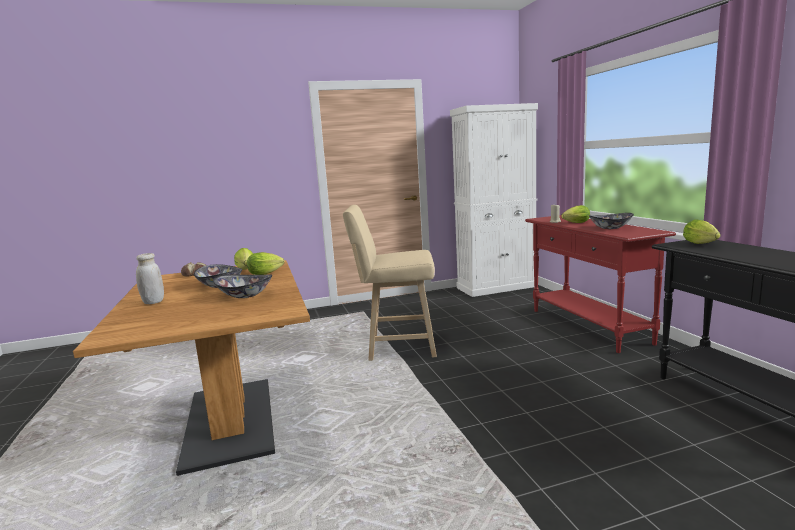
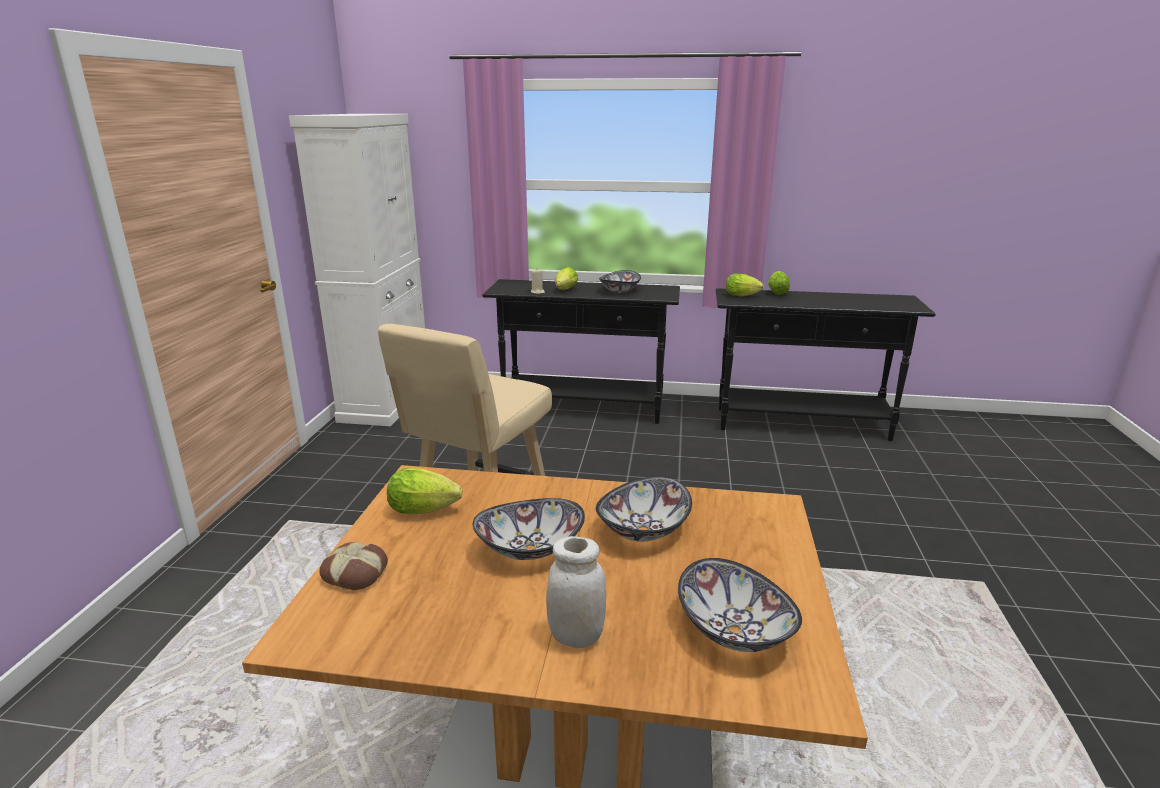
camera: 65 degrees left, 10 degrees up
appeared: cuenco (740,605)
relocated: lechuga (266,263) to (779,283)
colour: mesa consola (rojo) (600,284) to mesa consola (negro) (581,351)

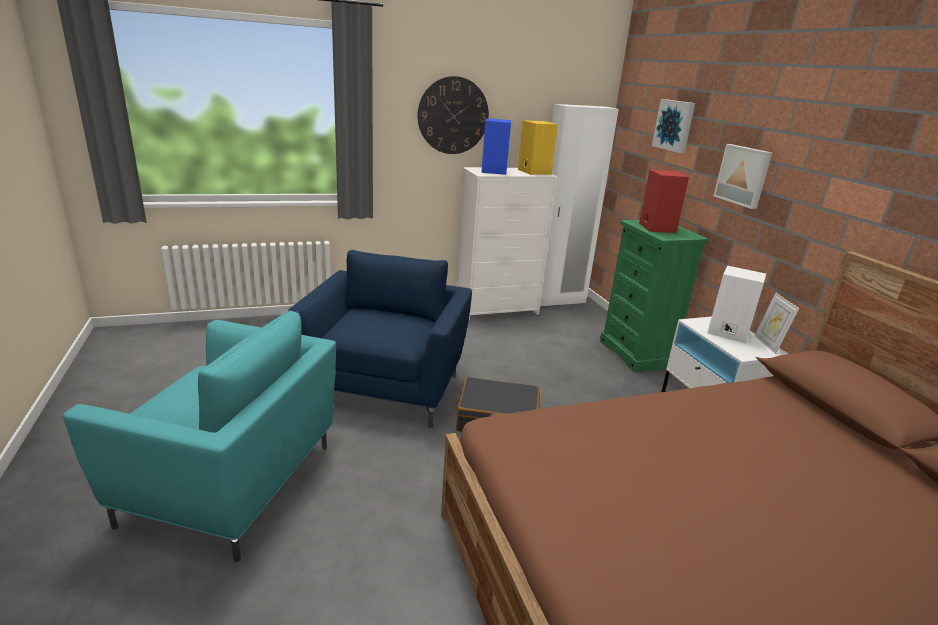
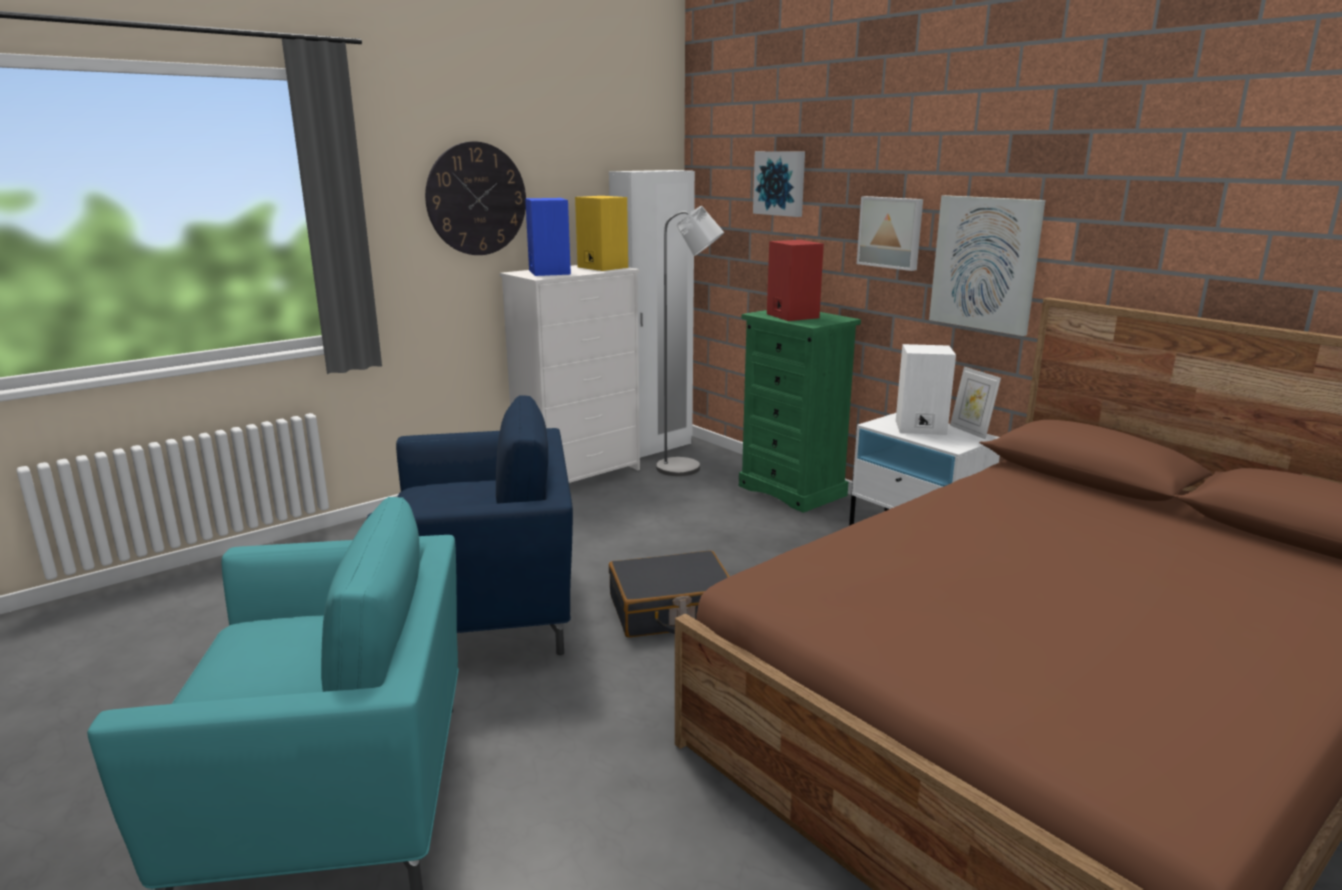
camera: 20 degrees left, 5 degrees down
appeared: lámpara de pie (gris) (690,341); cuadro (987,265)
spun: sillón (azul) (380,339) = (470,525) 90 degrees clockwise

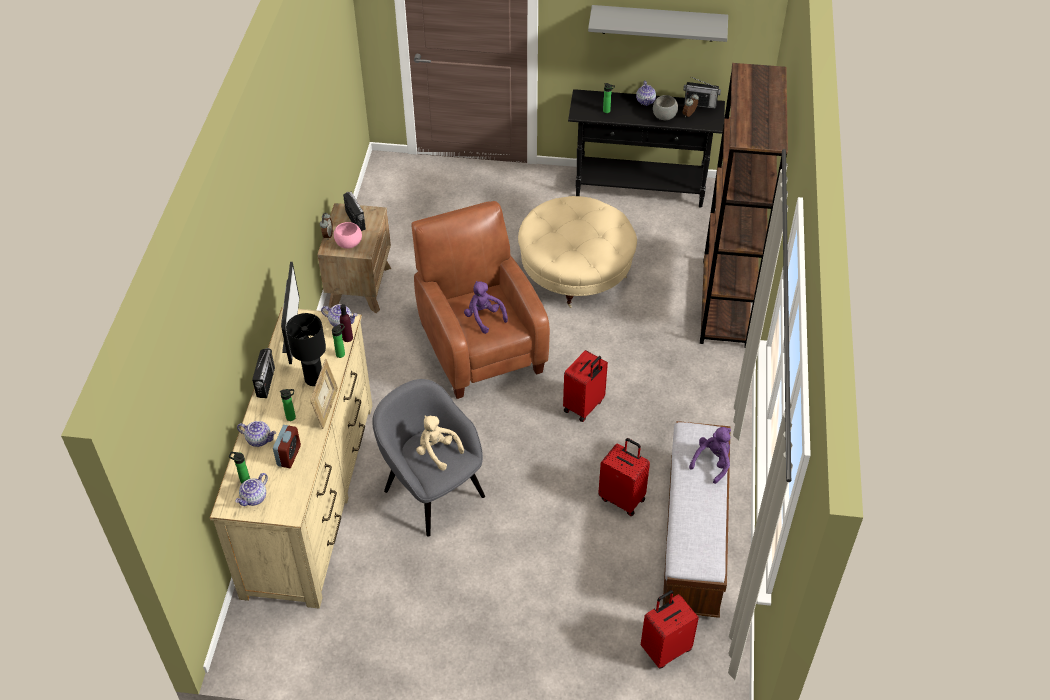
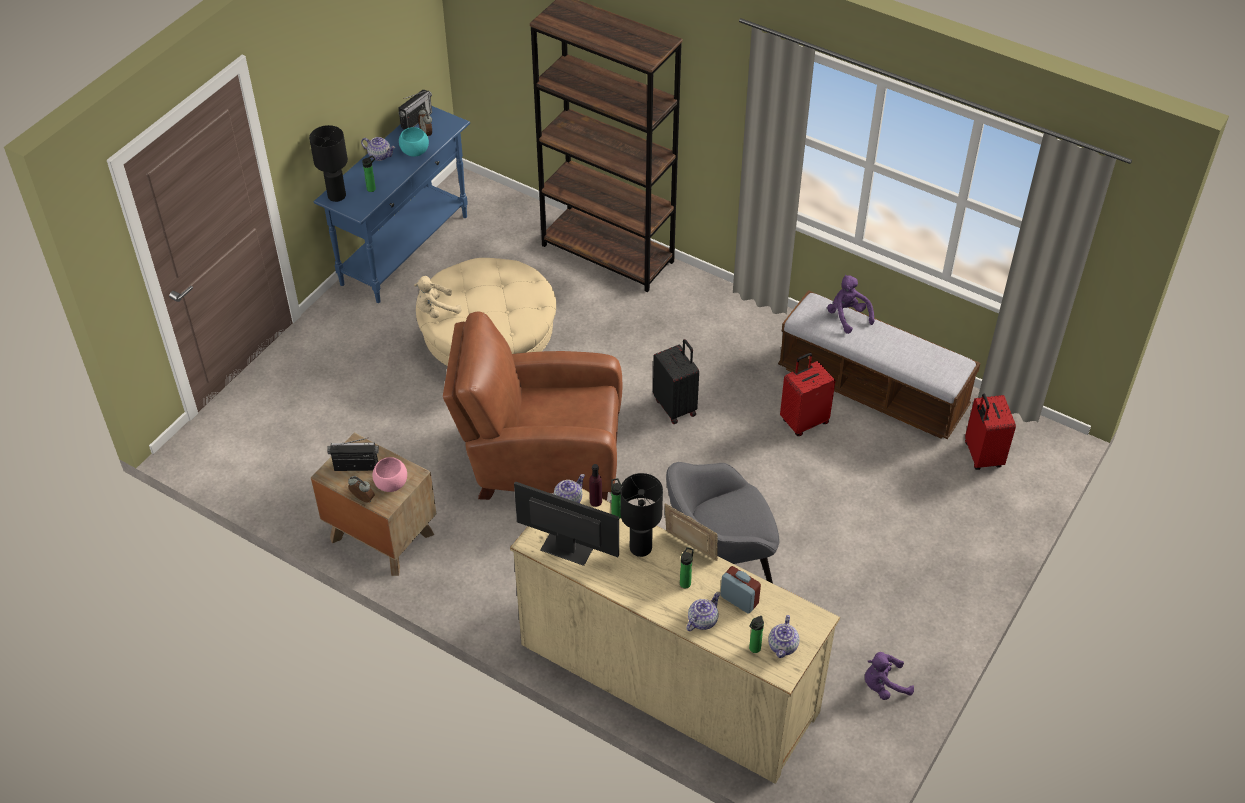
camera: 65 degrees left, 0 degrees up
missing: radio (263,373); estante (gris) (658,23)
appeared: lámpara de mesa (negro) (328,163)
relocated: peluche (beis) (440,443) to (438,297); peluche (morado) (486,307) to (889,676)
colour: maleta (rojo) (585,386) to maleta (negro) (676,381); mesa consola (negro) (646,148) to mesa consola (azul) (392,204); cuenco (gris) (665,107) to cuenco (turquesa) (414,142)
spun: tetera (251,489) = (783,636) 45 degrees clockwise

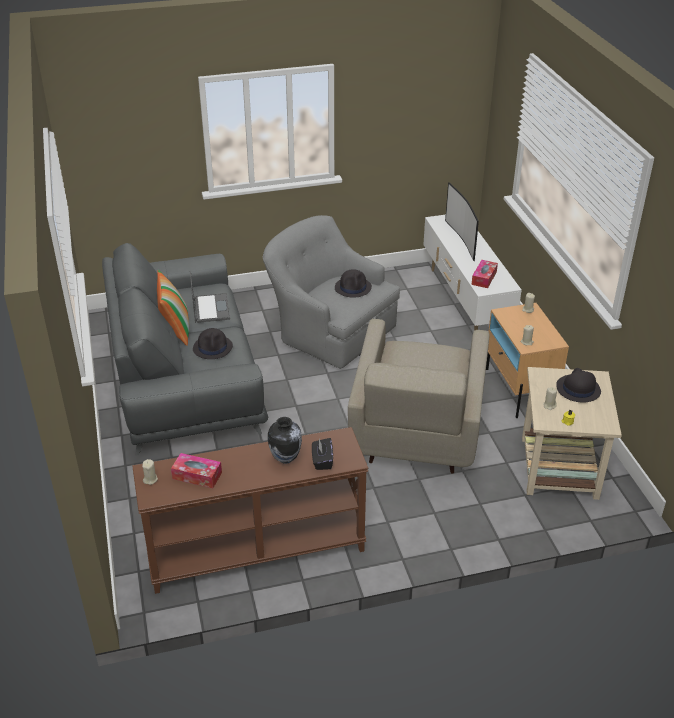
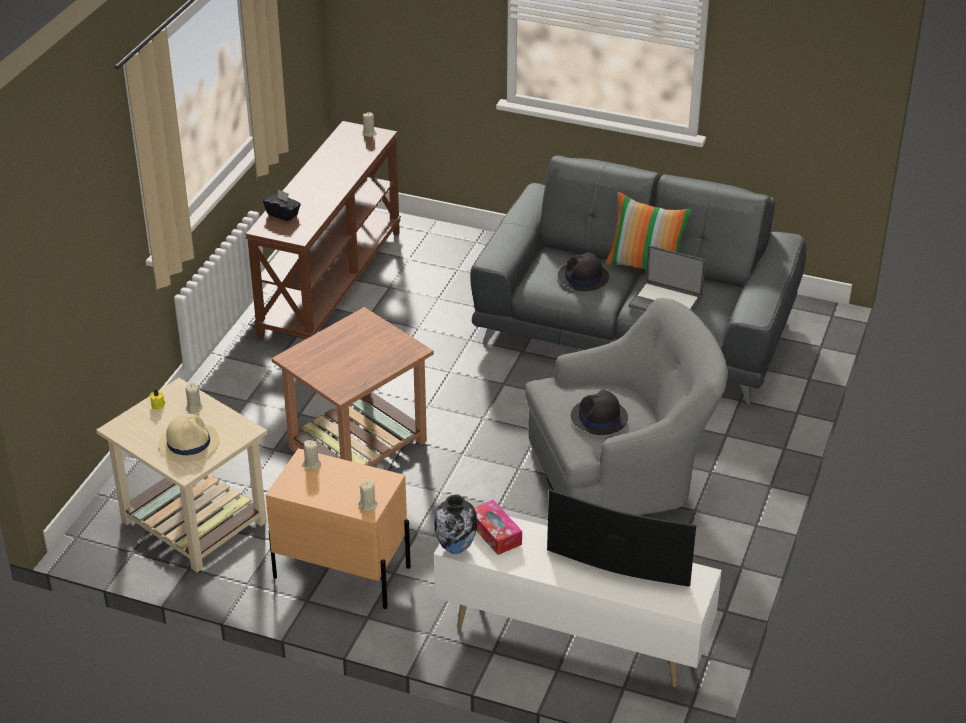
camera: 125 degrees right, 0 degrees up
missing: caja de pañuelos (196,470)
relocated: florero (285,440) to (455,524)
exchanged: sillón (beis) (419,396) to mesa auxiliar (marrón) (353,386)
colour: sombrero (negro) (578,385) to sombrero (beis) (189,438)

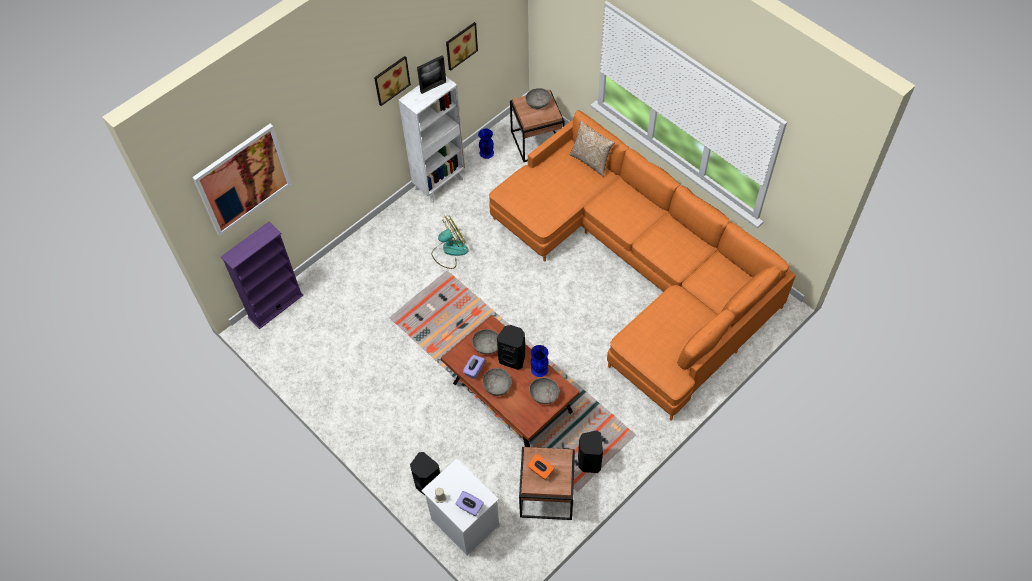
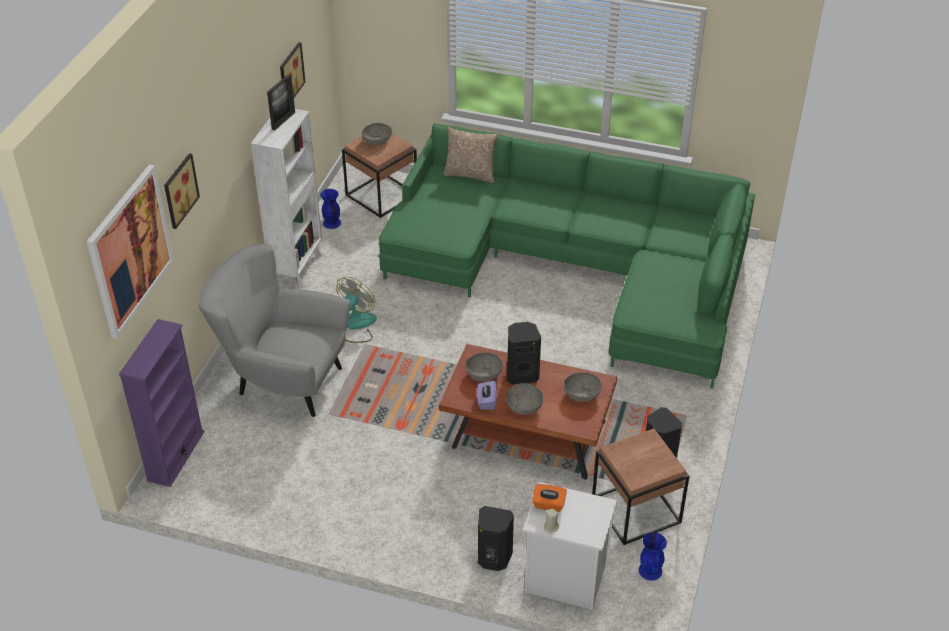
camera: 30 degrees left, 15 degrees down
missing: caja de pañuelos (morado) (470,503)
appeared: sillón (gris) (274,330)
relocated: cuadro (392,81) to (182,191); caja de pañuelos (naranja) (541,467) to (549,498); florero (azul) (540,361) to (653,556)
colour: sofá (naranja) (642,265) to sofá (verde) (567,256)

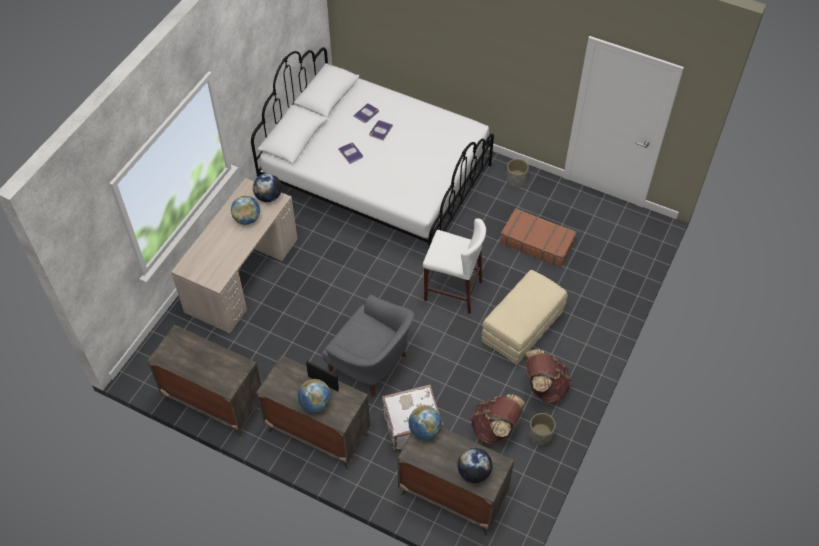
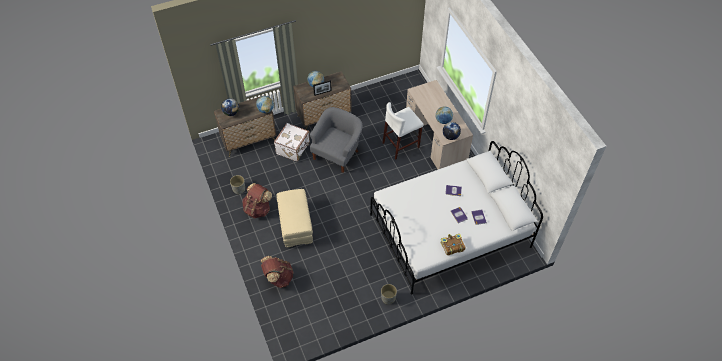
camera: 130 degrees right, 0 degrees up
missing: cómoda (204,382); maleta (marrón) (538,238)
appeared: libro (453,244)
relocated: taburete (blanco) (454,266) to (403,131); mochila (marrón) (498,419) to (277,272)
spun: sillón (gris) (368,345) = (336,140) 135 degrees clockwise

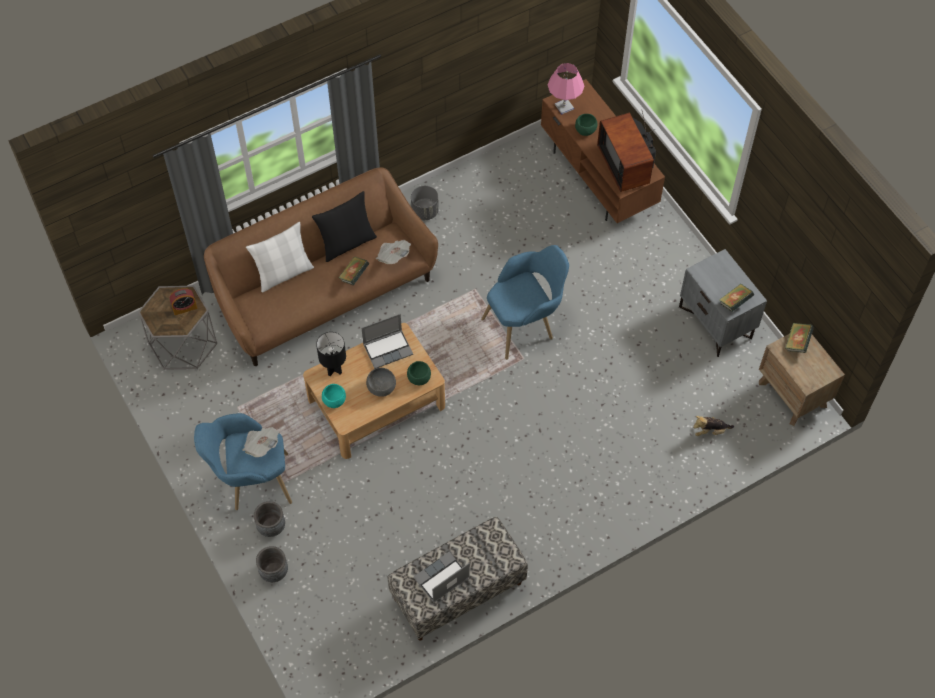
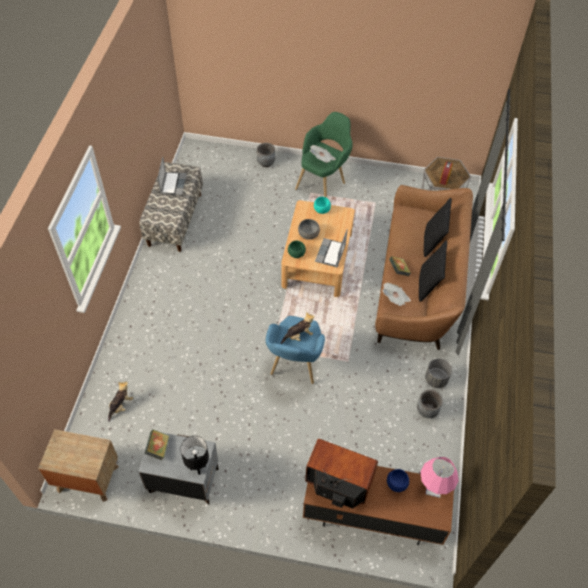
camera: 130 degrees right, 5 degrees down
missing: libro (799,338)
appeared: peluche (297,328)
relocated: maceta (gris) (269,519) to (430,404); lámpara de mesa (negro) (331,354) to (194,455)
colour: sillón (azul) (243,461) to sillón (verde) (324,155); cojín (blanco) (280,257) to cojín (negro) (438,227); cuenco (verde) (586,125) to cuenco (azul) (398,480)

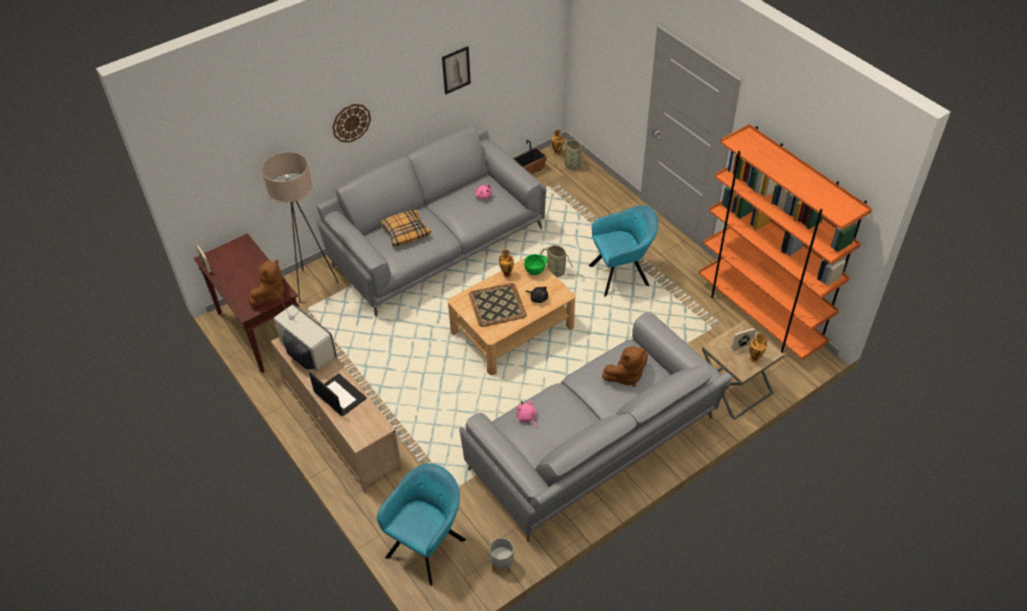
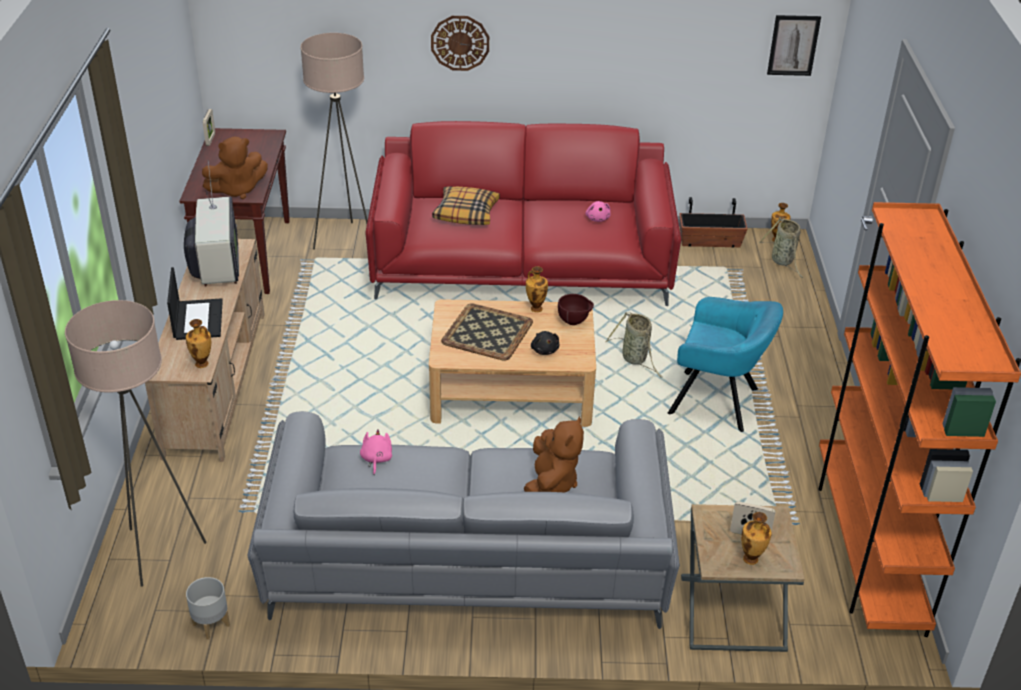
camera: 35 degrees right, 10 degrees down
appeared: florero (198,343)
relocated: cuadro (456,70) to (794,45)
exchanged: sillón (turquesa) (421,524) to lámpara de pie (beis) (136,443)
colour: sofá (gris) (431,221) to sofá (rojo) (523,213); cuenco (verde) (536,264) to cuenco (marrón) (576,309)
spun: peluche (marrón) (625,366) = (554,454) 90 degrees counterclockwise

